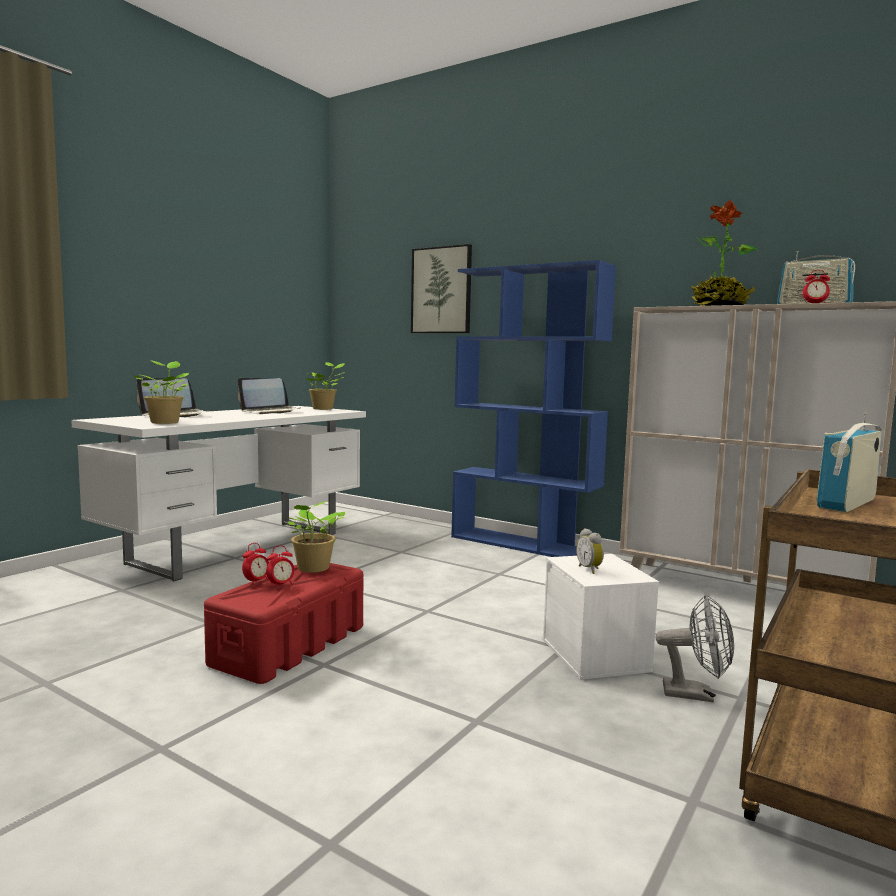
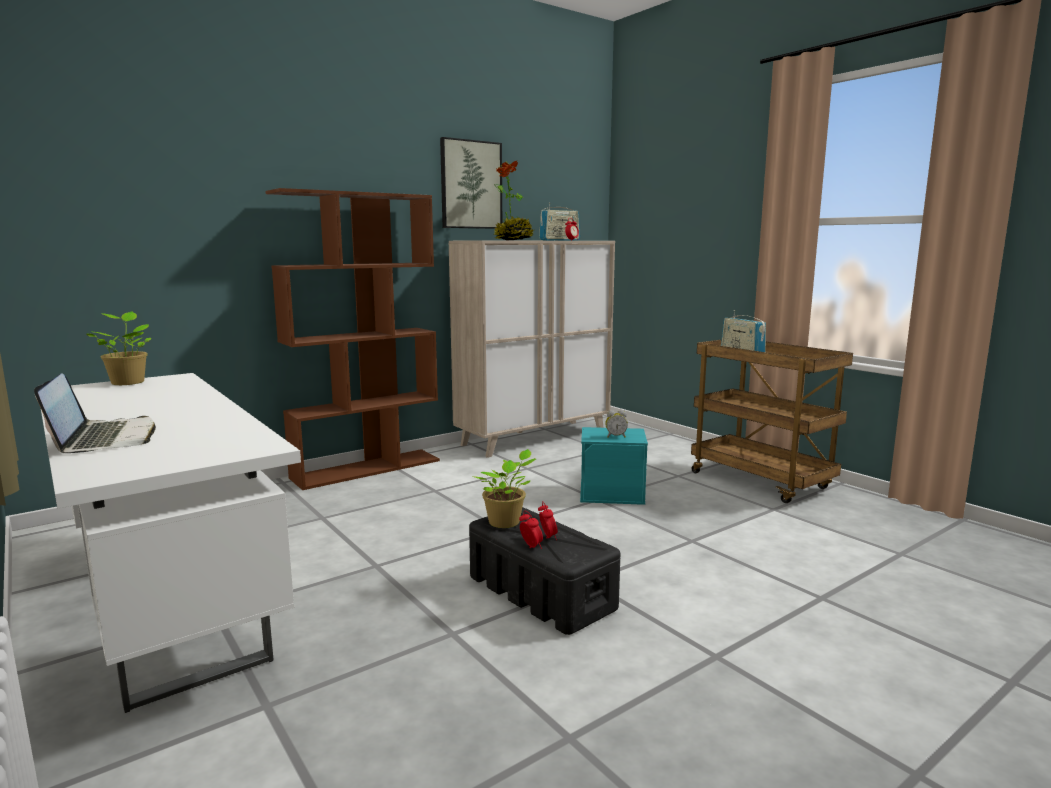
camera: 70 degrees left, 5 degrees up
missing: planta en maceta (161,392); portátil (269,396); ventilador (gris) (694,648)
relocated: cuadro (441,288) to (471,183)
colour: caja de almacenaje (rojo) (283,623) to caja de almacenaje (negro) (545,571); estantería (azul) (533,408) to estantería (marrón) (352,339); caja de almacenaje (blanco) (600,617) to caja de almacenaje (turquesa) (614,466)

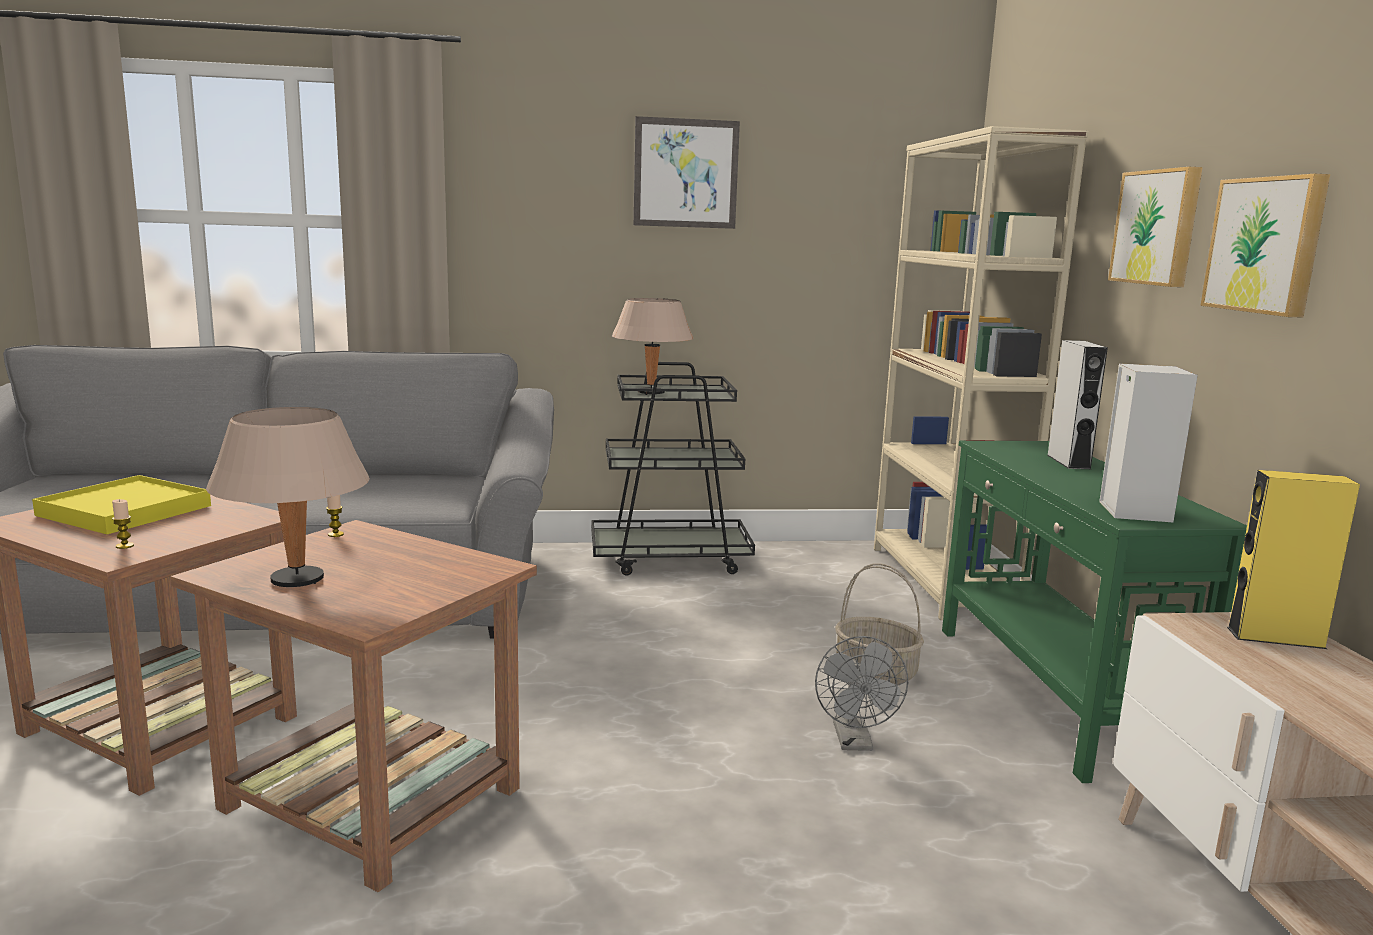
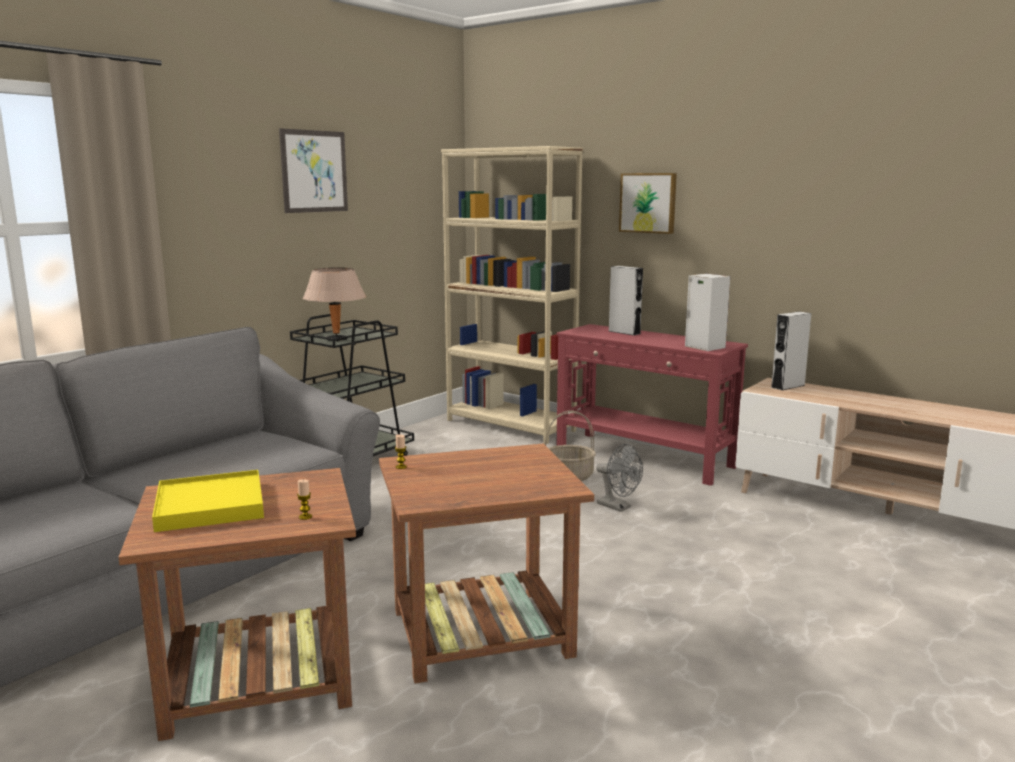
camera: 45 degrees left, 0 degrees up
missing: lámpara de mesa (beis) (288,497); cuadro (1265,246)
colour: mesa consola (verde) (1094,612) to mesa consola (rojo) (652,405); altavoz (amarillo) (1293,559) to altavoz (gris) (791,350)

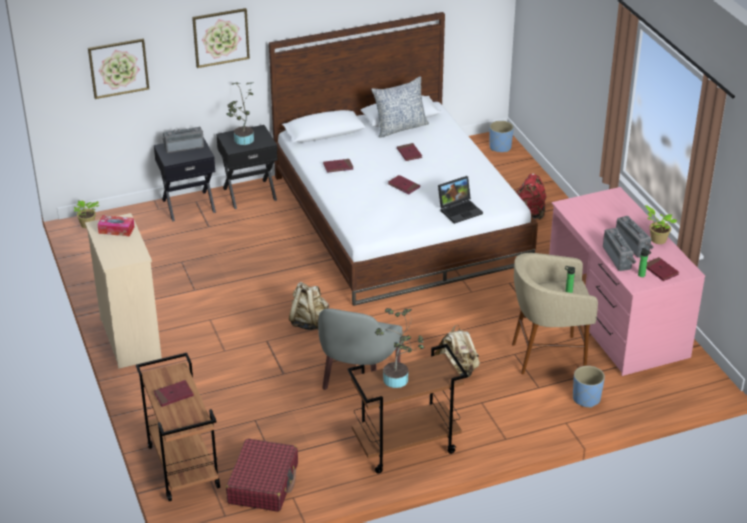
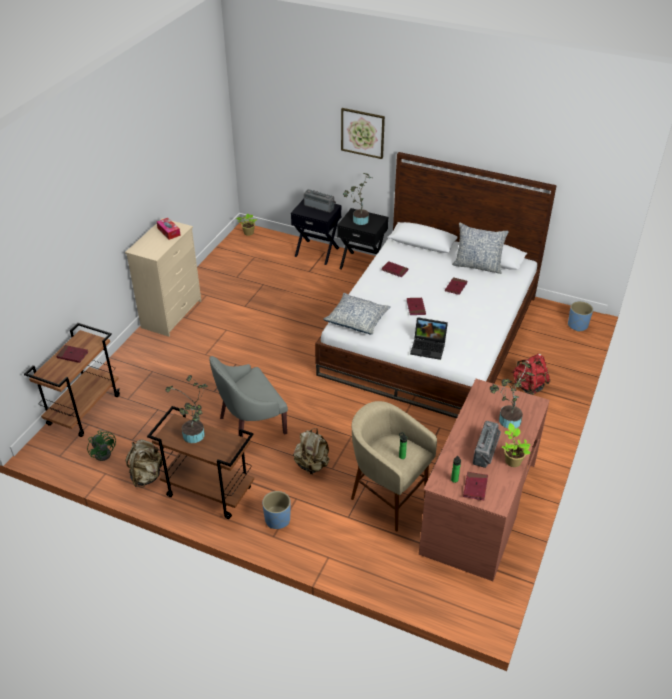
camera: 45 degrees right, 5 degrees up
missing: cuadro (118,69); radio (619,249)
appeared: cojín (357,314); planta en maceta (512,395)
relocated: mochila (beis) (309,306) to (144,464); maceta (azul) (589,387) to (276,510)
exchanged: maleta (rojo) (262,475) to ventilador (verde) (101,445)
colour: escritorio (rosa) (627,281) to escritorio (marrón) (484,480)

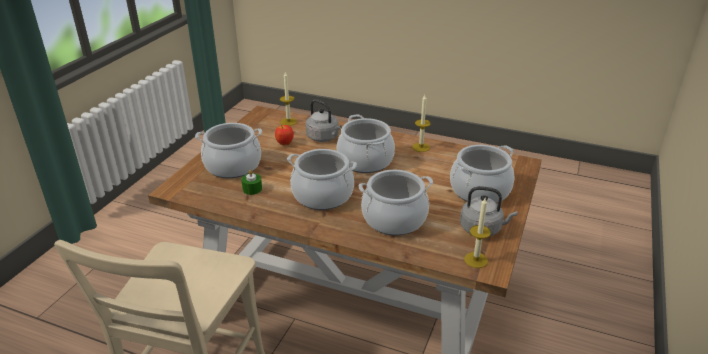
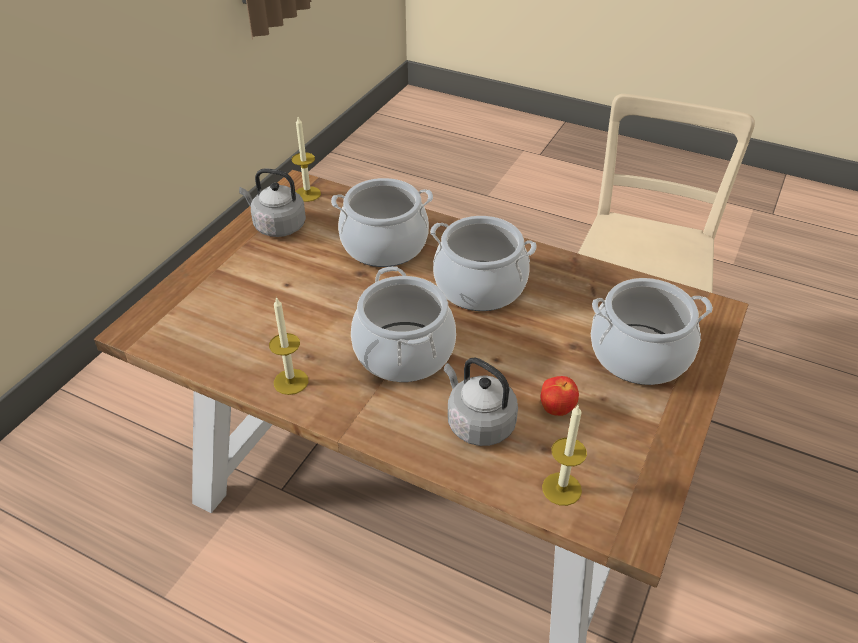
camera: 175 degrees left, 10 degrees up
missing: vela (verde) (251,182); olla (482,174)

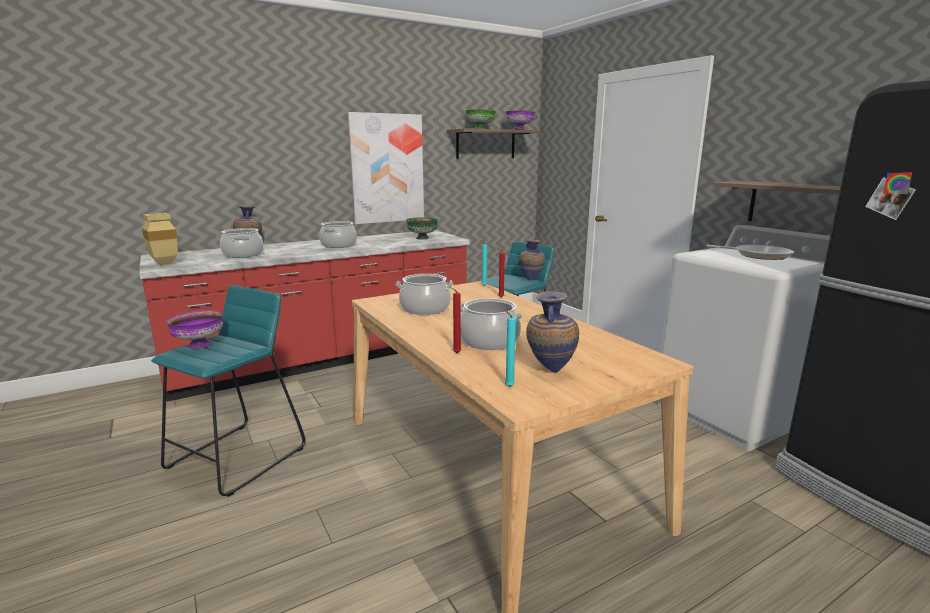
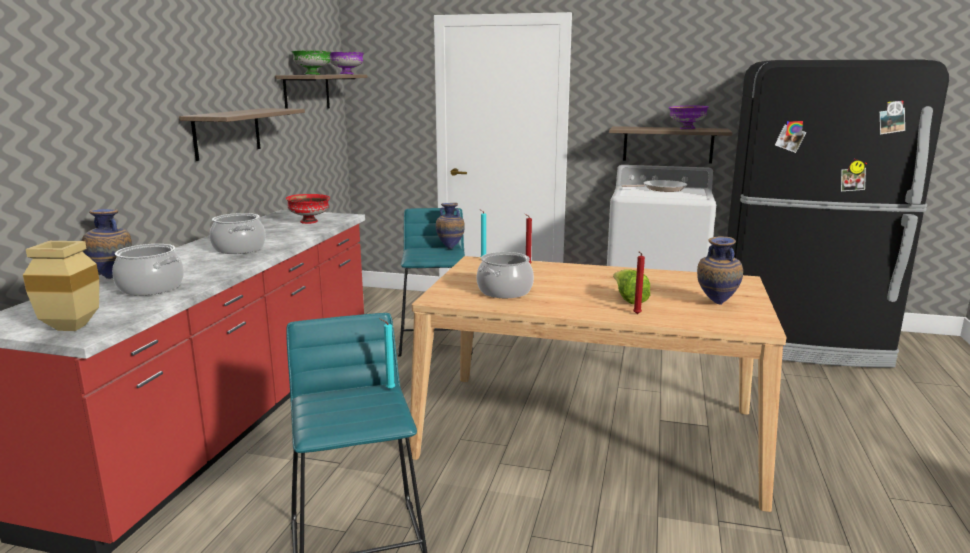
camera: 45 degrees left, 0 degrees up
relocated: cuenco (morado) (194,329) to (689,117); vela (turquesa) (510,348) to (387,353)
exchanged: cuadro (386,168) to estante (242,134); olla (492,324) to lechuga (631,286)
colour: cuenco (verde) (422,228) to cuenco (rojo) (308,209)

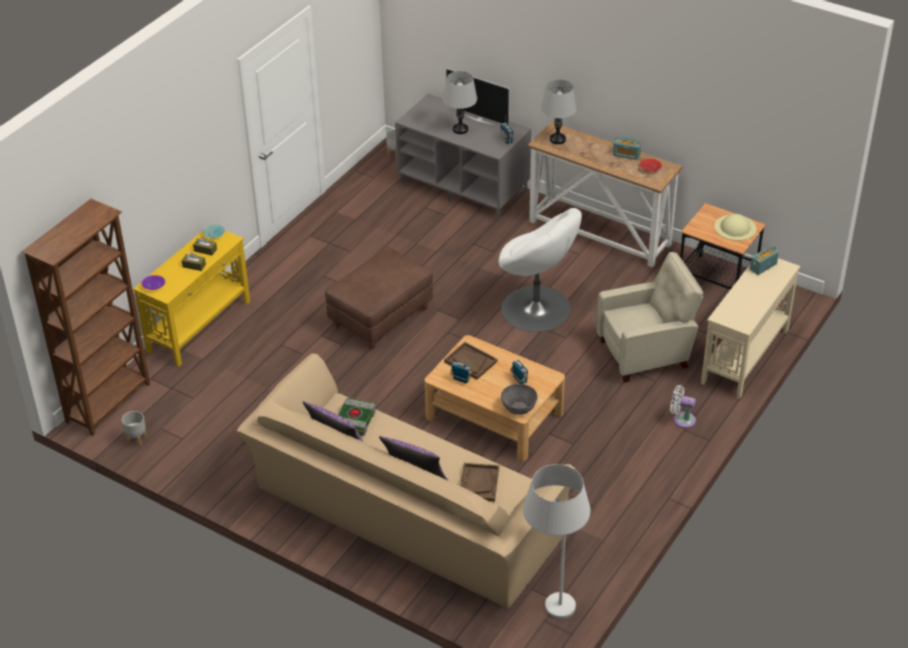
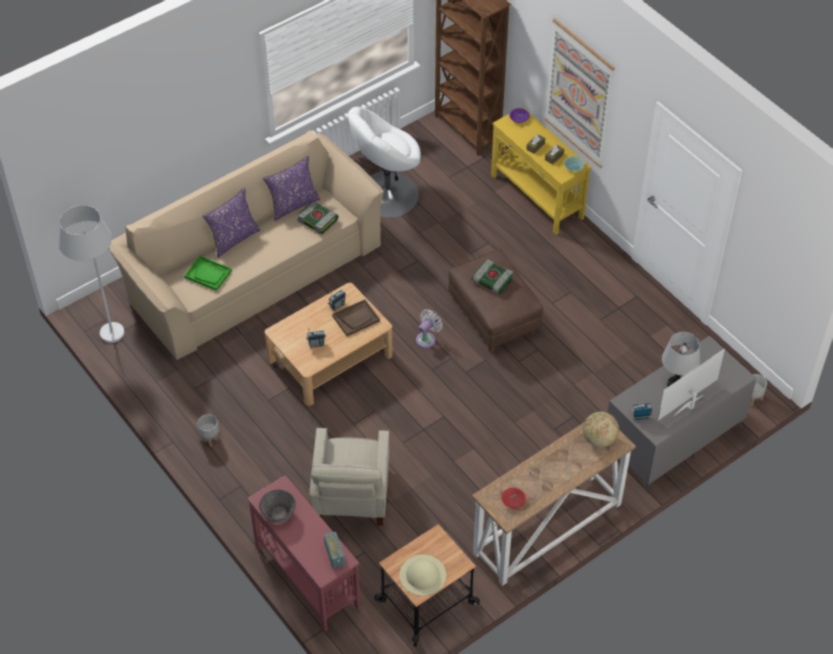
camera: 110 degrees right, 10 degrees up
missing: radio (627,148)
appeared: libro (493,276); cuadro (579,93)
relocated: maceta (gris) (134,428) to (208,431); sillón (blanco) (540,270) to (384,162); cuenco (gris) (519,399) to (277,506); ventilador (blanco) (683,406) to (429,328)
exchanged: lámpara de mesa (gris) (559,111) to globo terráqueo (601,430)
colour: bandeja (marrón) (479,482) to bandeja (verde) (208,273); mesa consola (beis) (750,328) to mesa consola (rojo) (304,553)

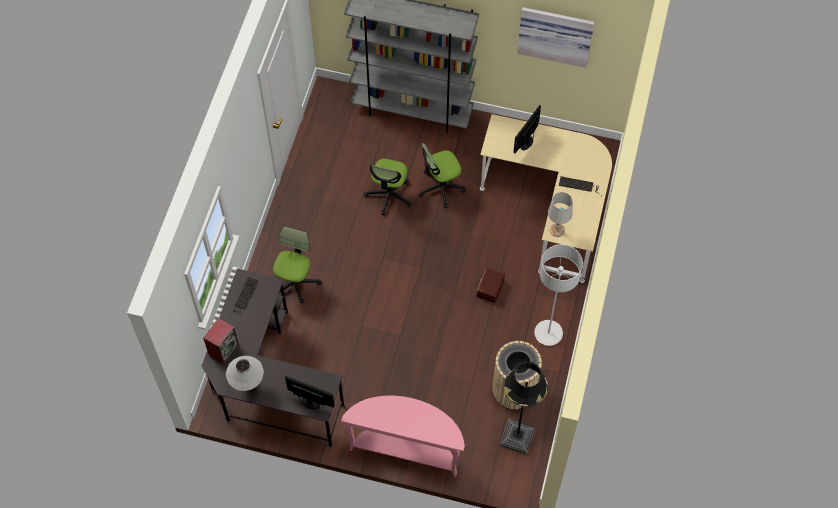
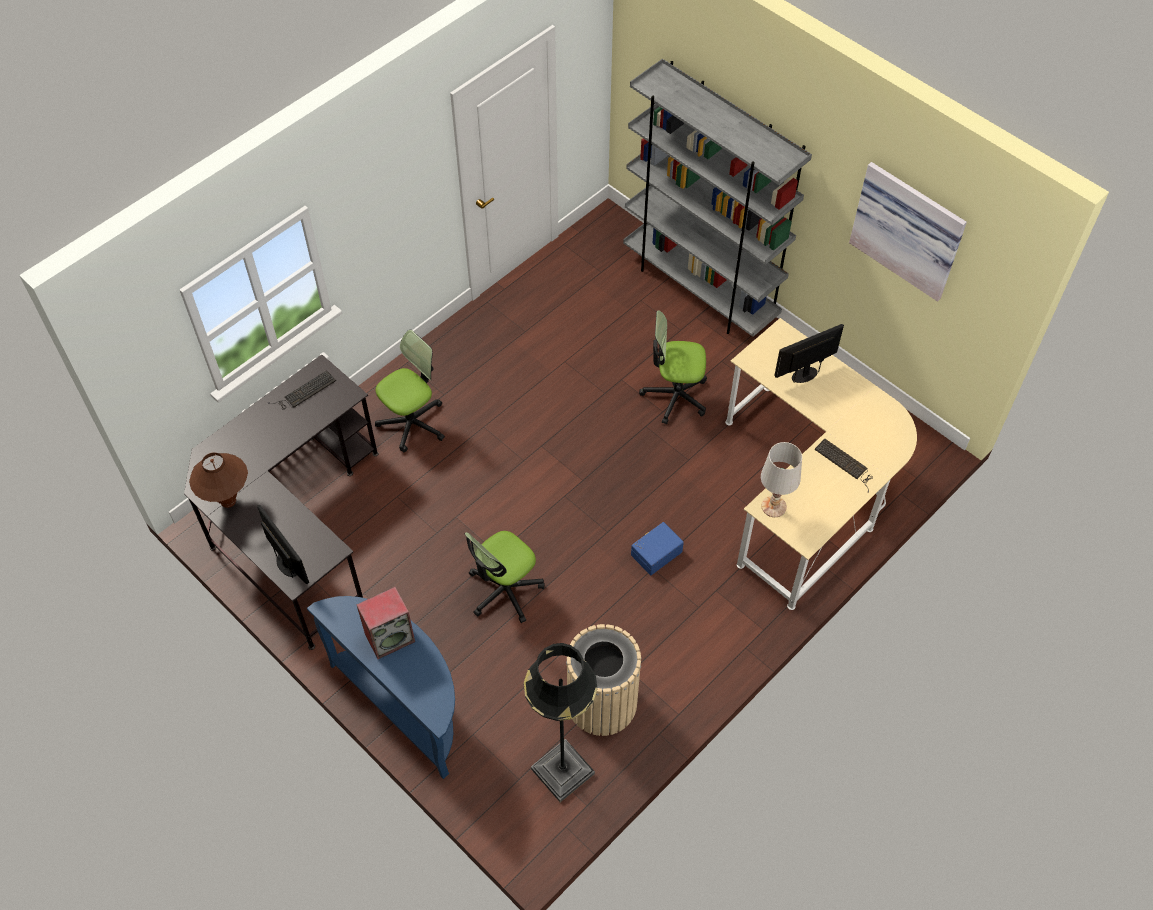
camera: 30 degrees right, 5 degrees down
missing: lámpara de pie (gris) (558,295)
relocated: altavoz (221,341) to (385,623); silla de oficina (388,187) to (505,577)
colour: lámpara de mesa (blanco) (245,373) to lámpara de mesa (marrón) (218,480); mesa consola (rosa) (403,436) to mesa consola (azul) (381,687); caja de almacenaje (marrón) (490,285) to caja de almacenaje (azul) (657,548)

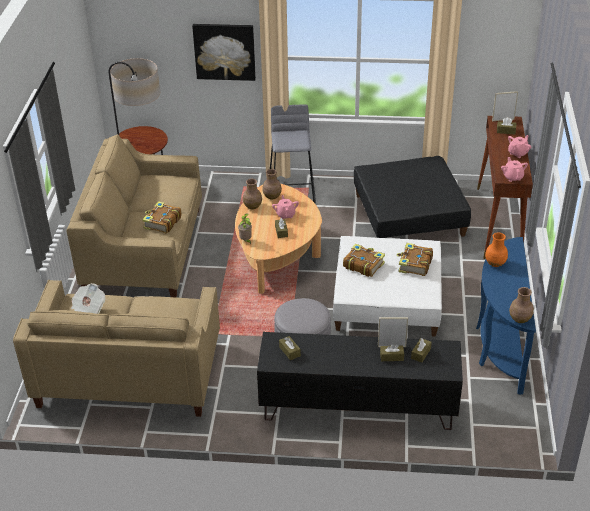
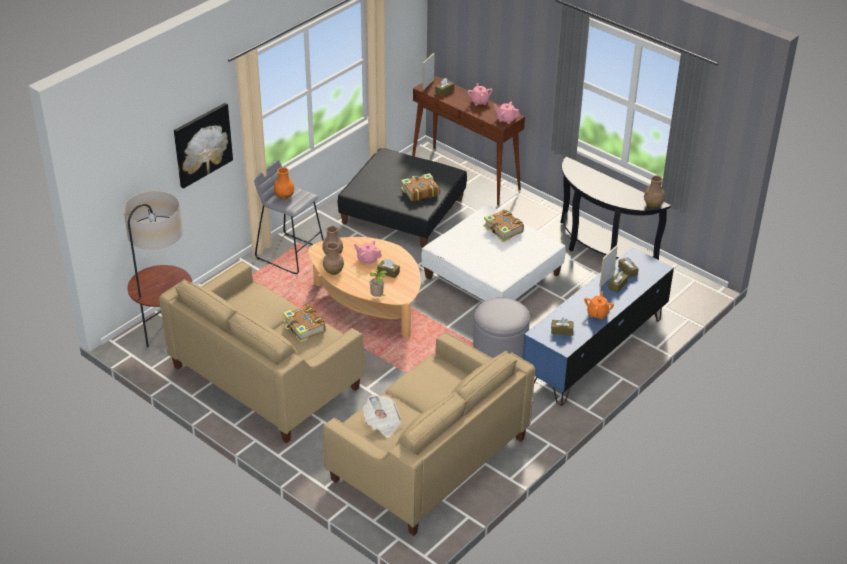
camera: 55 degrees left, 0 degrees up
appeared: tetera (naranja) (599,305)
relocated: libro (364,260) to (420,187); florero (naranja) (496,249) to (284,183)
colour: mueble de televisión (negro) (360,381) to mueble de televisión (azul) (598,326); mesa consola (azul) (506,316) to mesa consola (negro) (615,208)

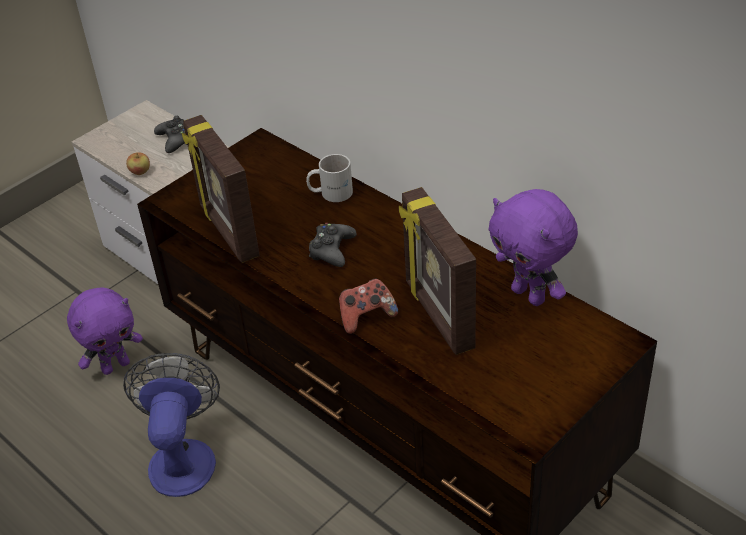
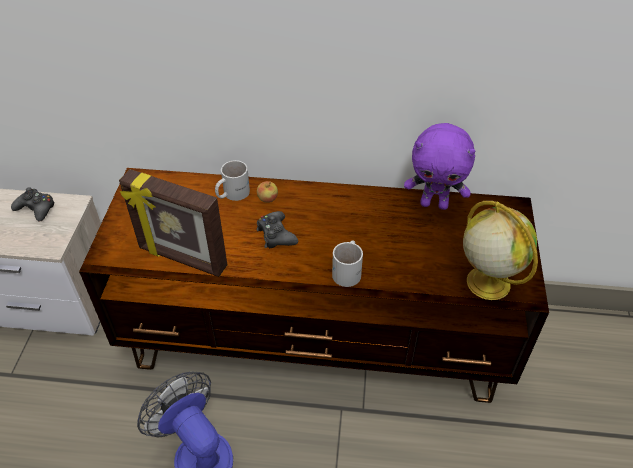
camera: 40 degrees left, 5 degrees up
missing: peluche (morado) (105,331); portarretratos (437,271)
appeared: globo terráqueo (500,250)
relocated: manzana (138,163) to (267,192)
exchanged: mando de consola (368,306) to taza grande (blanco) (347,264)

